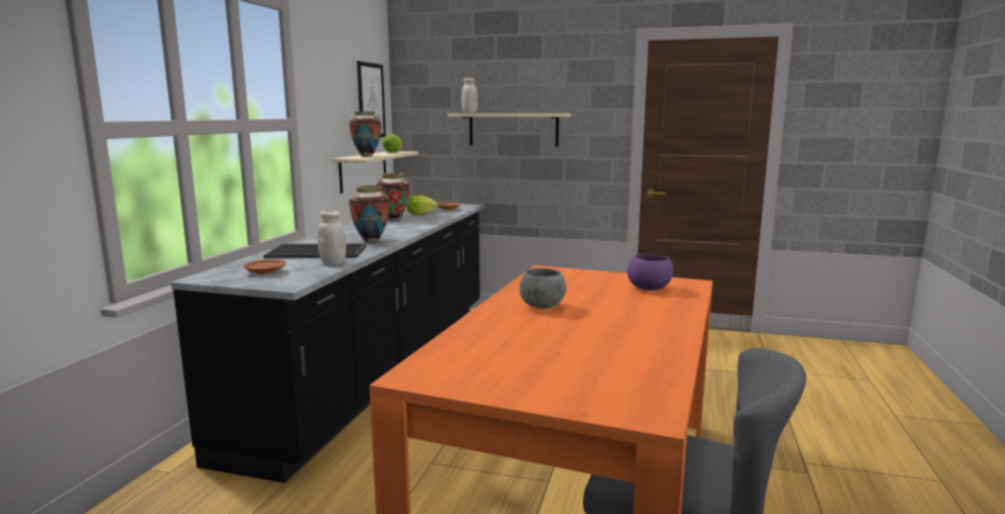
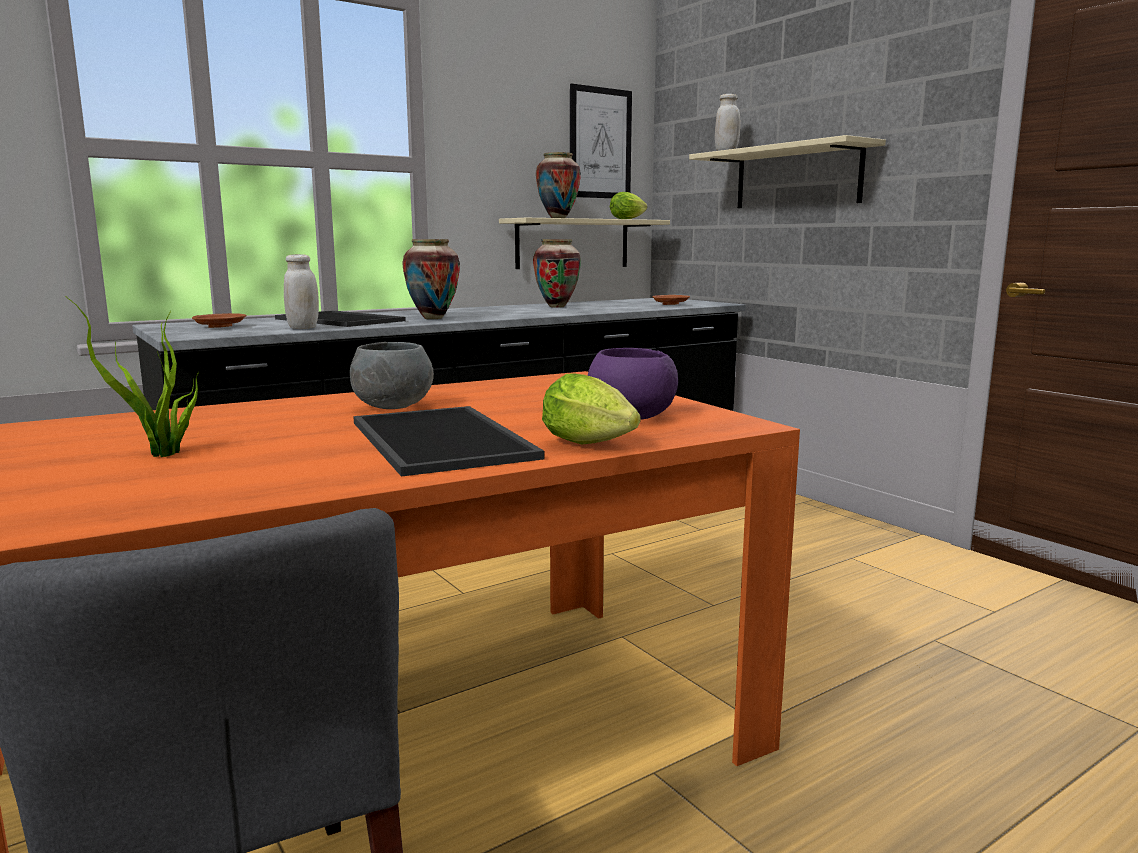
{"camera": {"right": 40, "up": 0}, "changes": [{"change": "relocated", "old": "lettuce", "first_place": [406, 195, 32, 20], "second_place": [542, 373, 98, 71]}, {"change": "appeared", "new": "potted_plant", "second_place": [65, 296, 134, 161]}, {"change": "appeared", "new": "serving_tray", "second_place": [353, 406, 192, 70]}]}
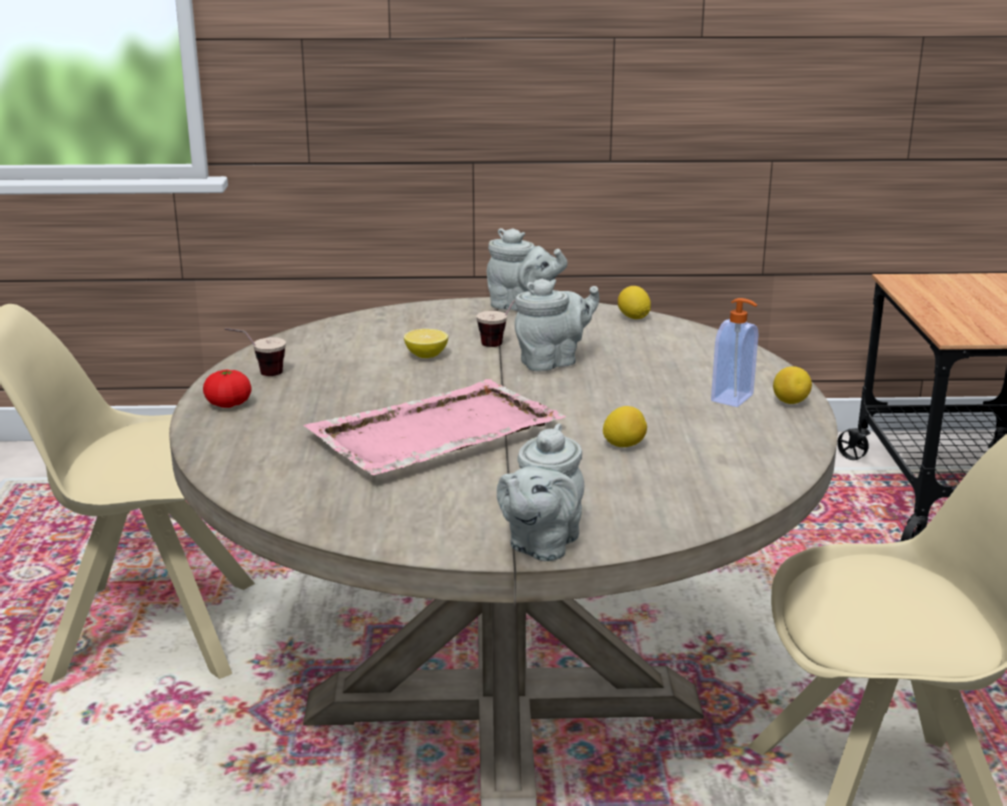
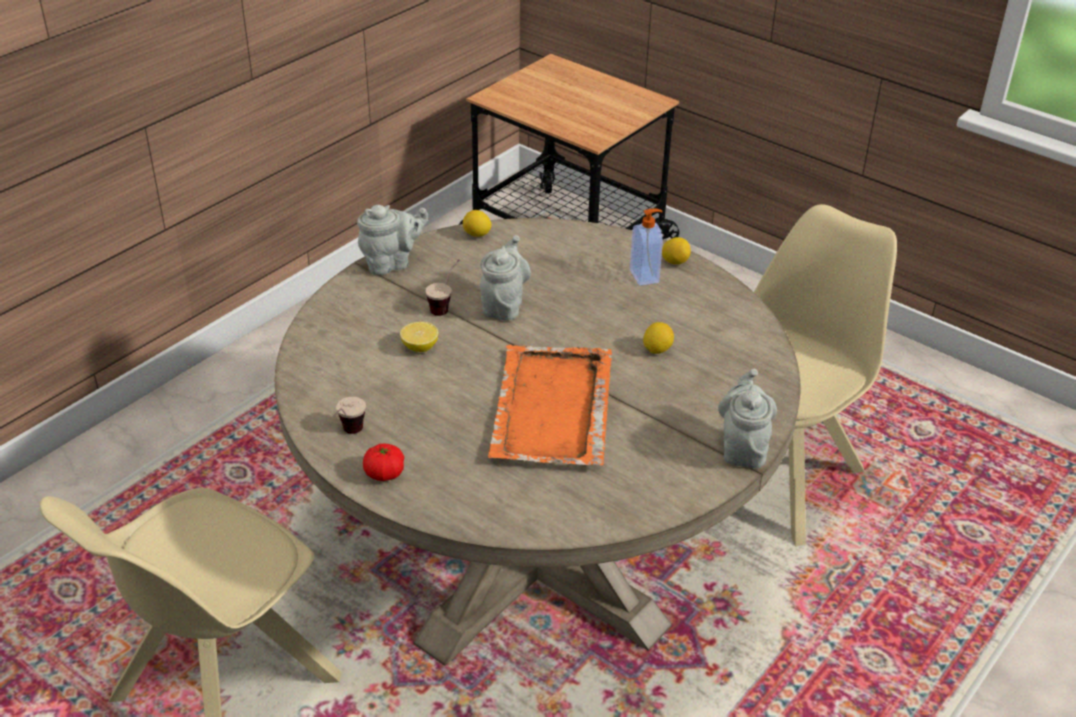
{"camera": {"right": -50, "up": 15}, "changes": [{"change": "colour", "old": "pinkish_serving_tray", "new": "orangey_serving_tray", "first_place": [304, 379, 262, 96], "second_place": [488, 345, 124, 121]}, {"change": "spun", "old": "greyish_tea_pot", "first_place": [497, 423, 87, 138], "second_place": [718, 369, 59, 99], "degrees": -150}]}
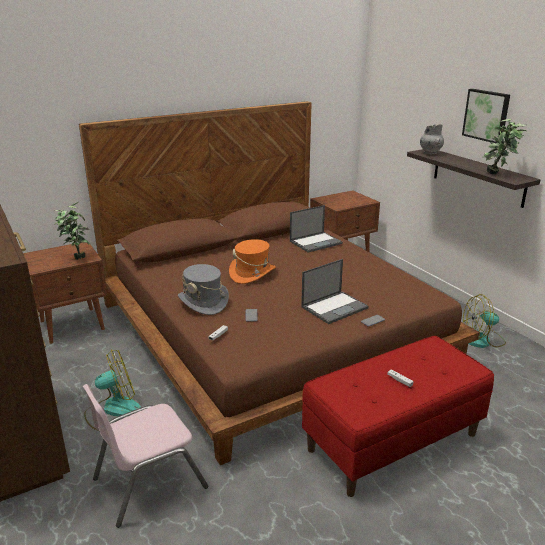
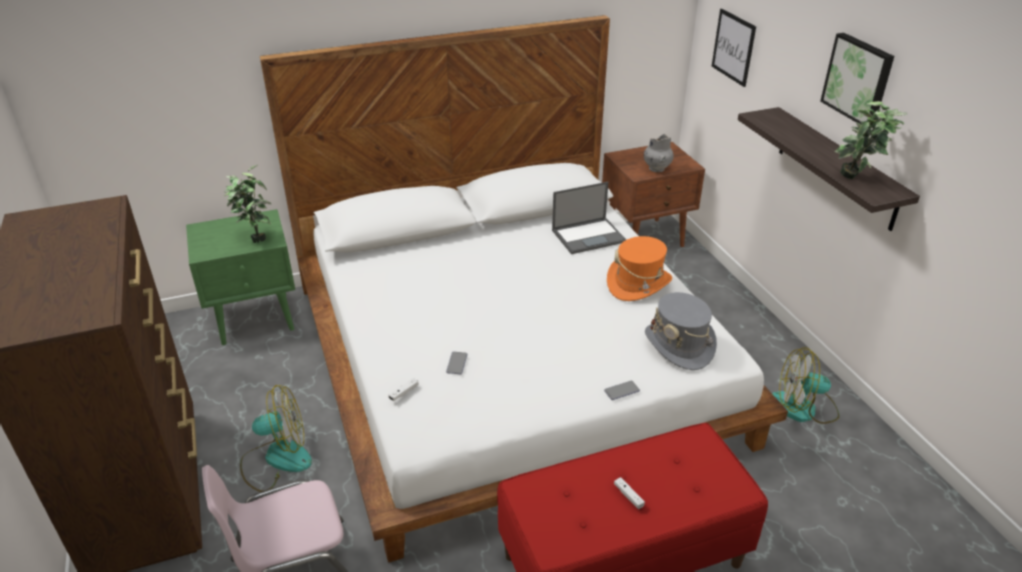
{"camera": {"right": 10, "up": 10}, "changes": [{"change": "colour", "old": "brownish_bed", "new": "white-coloured_bed", "first_place": [79, 101, 401, 364], "second_place": [260, 15, 528, 548]}, {"change": "relocated", "old": "greyish_vase", "first_place": [420, 124, 24, 31], "second_place": [644, 134, 30, 39]}, {"change": "relocated", "old": "orangey_clothing_hat", "first_place": [229, 239, 47, 45], "second_place": [607, 236, 65, 65]}, {"change": "colour", "old": "brownish_nightstand", "new": "green-coloured_nightstand", "first_place": [23, 242, 84, 102], "second_place": [186, 209, 109, 136]}, {"change": "missing", "old": "portable_computer", "first_place": [301, 259, 68, 65]}, {"change": "relocated", "old": "greyish_clothing_hat", "first_place": [178, 264, 51, 51], "second_place": [645, 292, 72, 78]}, {"change": "appeared", "new": "picture", "second_place": [712, 9, 44, 78]}]}
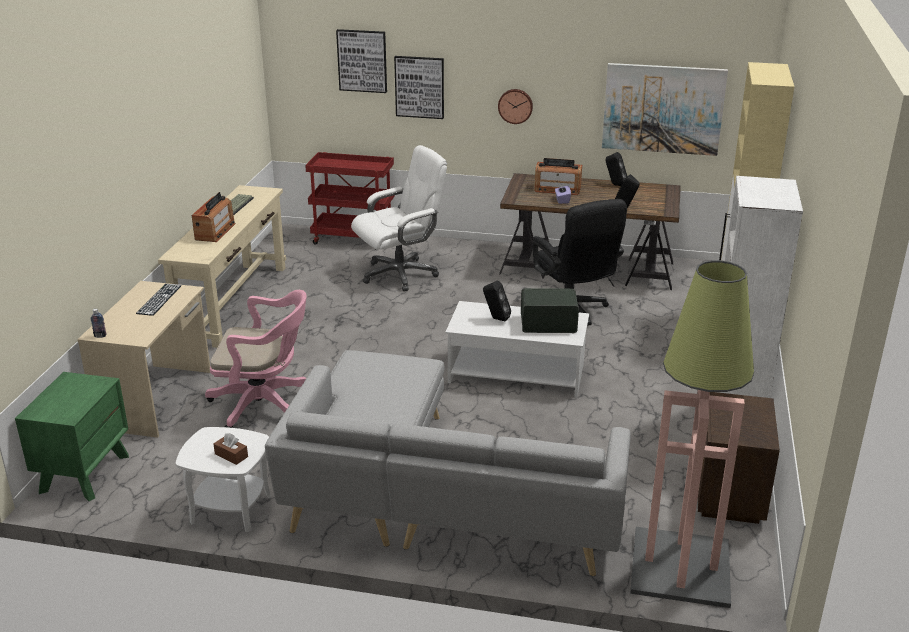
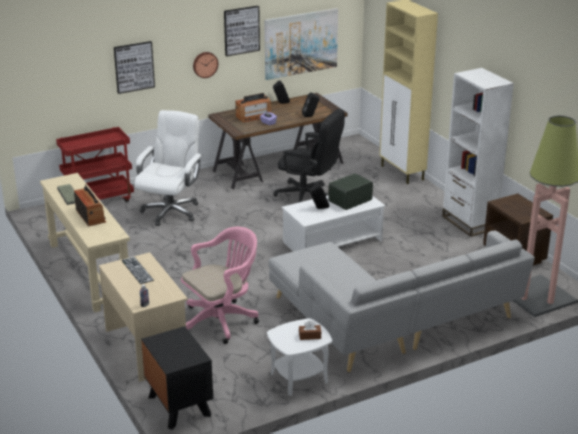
{"camera": {"right": -40, "up": 0}, "changes": [{"change": "relocated", "old": "picture", "first_place": [336, 29, 51, 64], "second_place": [224, 6, 36, 50]}, {"change": "colour", "old": "green-coloured_nightstand", "new": "blackish_nightstand", "first_place": [15, 372, 114, 129], "second_place": [141, 326, 72, 104]}]}
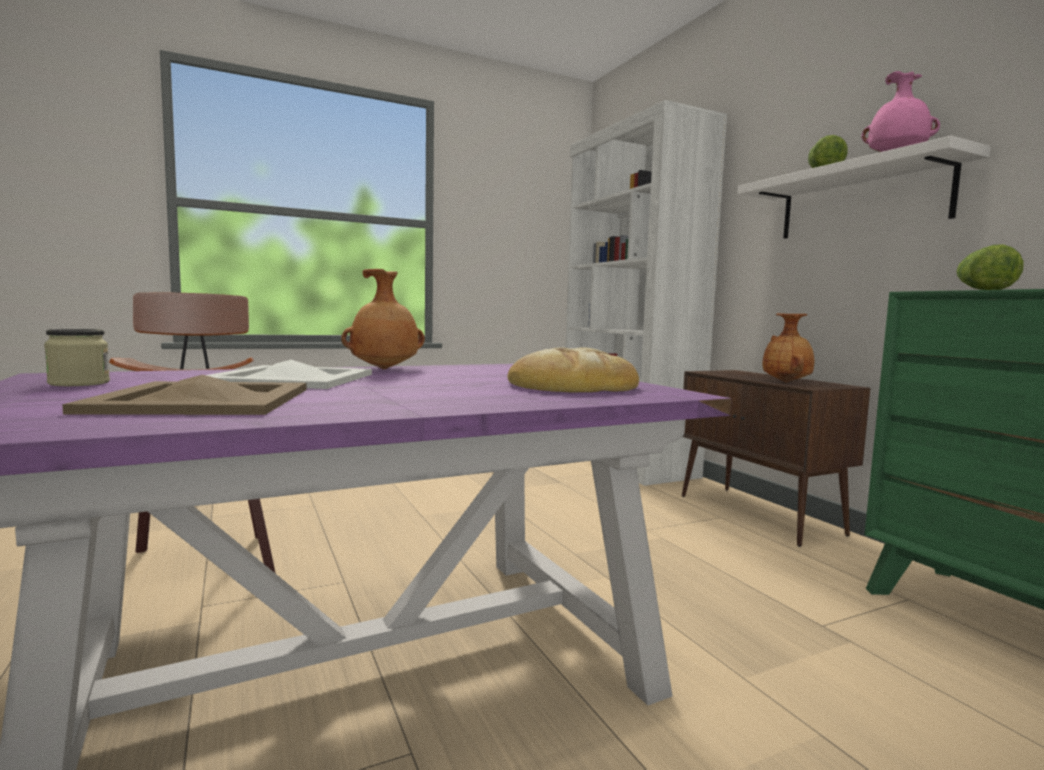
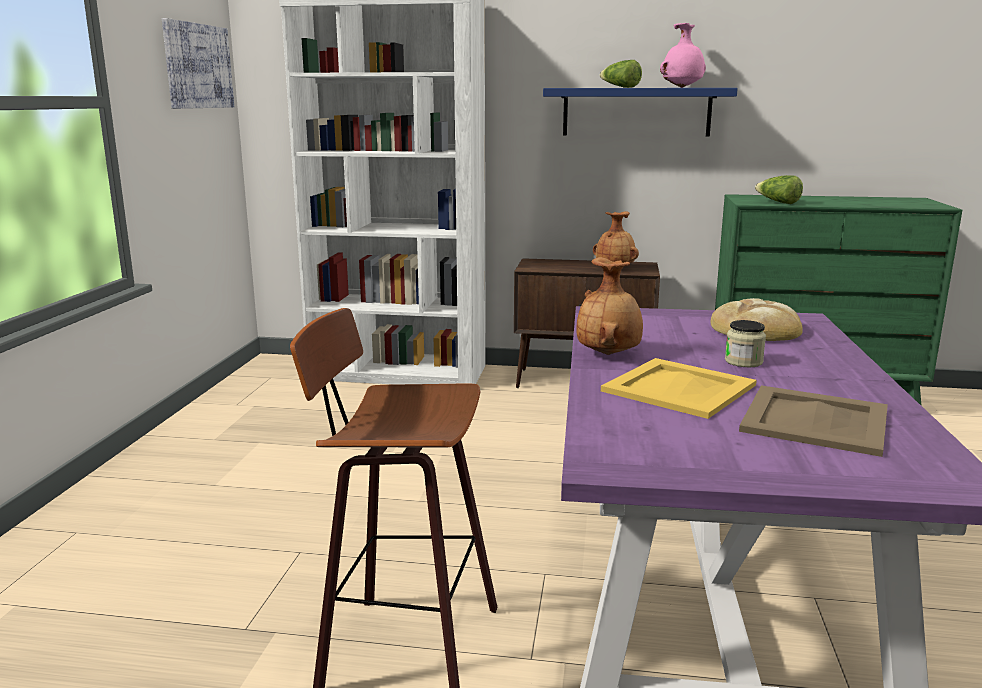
{"camera": {"right": -55, "up": 10}, "changes": [{"change": "colour", "old": "white-coloured_shelf", "new": "blue_shelf", "first_place": [737, 136, 253, 103], "second_place": [543, 88, 195, 48]}, {"change": "relocated", "old": "jar", "first_place": [44, 329, 66, 57], "second_place": [725, 320, 41, 47]}, {"change": "colour", "old": "white-coloured_serving_tray", "new": "yellow_serving_tray", "first_place": [206, 360, 166, 29], "second_place": [601, 358, 156, 61]}, {"change": "appeared", "new": "picture", "second_place": [162, 18, 72, 91]}]}
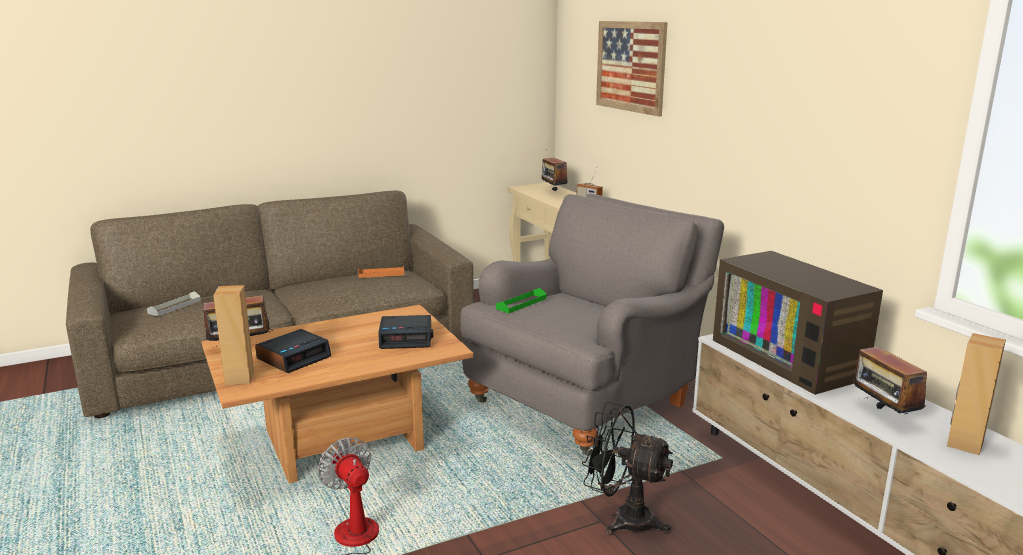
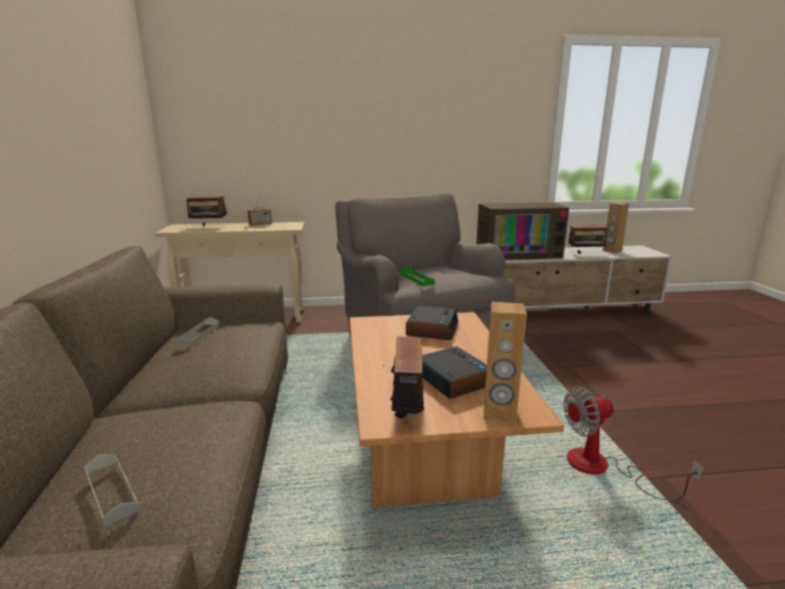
{"camera": {"right": -70, "up": 0}, "changes": [{"change": "missing", "old": "picture", "first_place": [596, 21, 71, 95]}, {"change": "colour", "old": "orangey_serving_tray", "new": "greyish_serving_tray", "first_place": [358, 266, 46, 12], "second_place": [175, 317, 44, 29]}, {"change": "missing", "old": "blackish_cooling_fan", "first_place": [582, 402, 91, 133]}]}
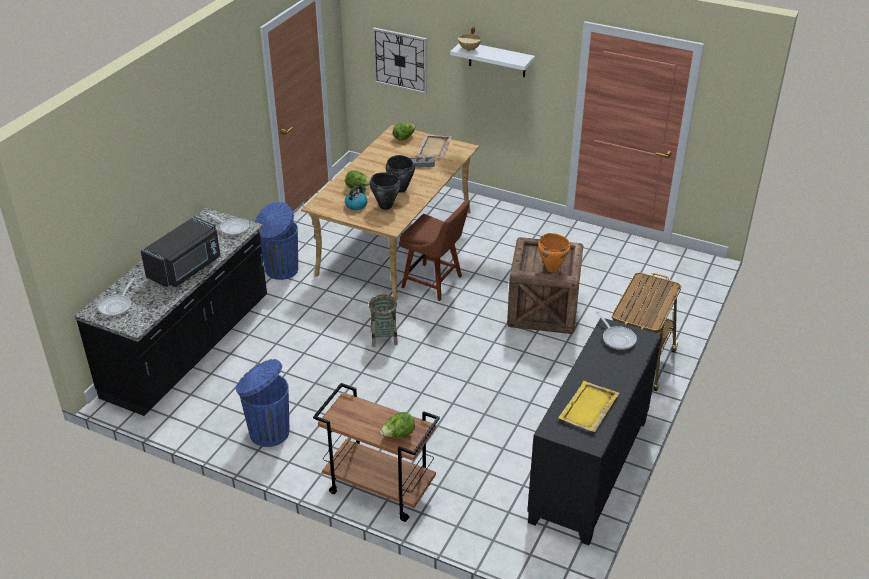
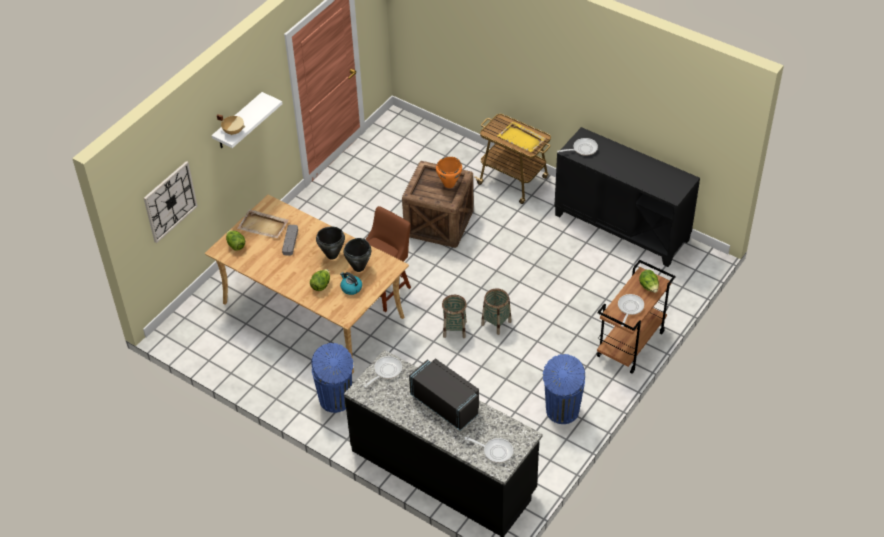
{"camera": {"right": -80, "up": 10}, "changes": [{"change": "relocated", "old": "yellow_serving_tray", "first_place": [558, 381, 61, 51], "second_place": [497, 122, 49, 30]}, {"change": "appeared", "new": "storage_basket", "second_place": [481, 289, 31, 46]}, {"change": "appeared", "new": "skillet", "second_place": [618, 294, 26, 33]}]}
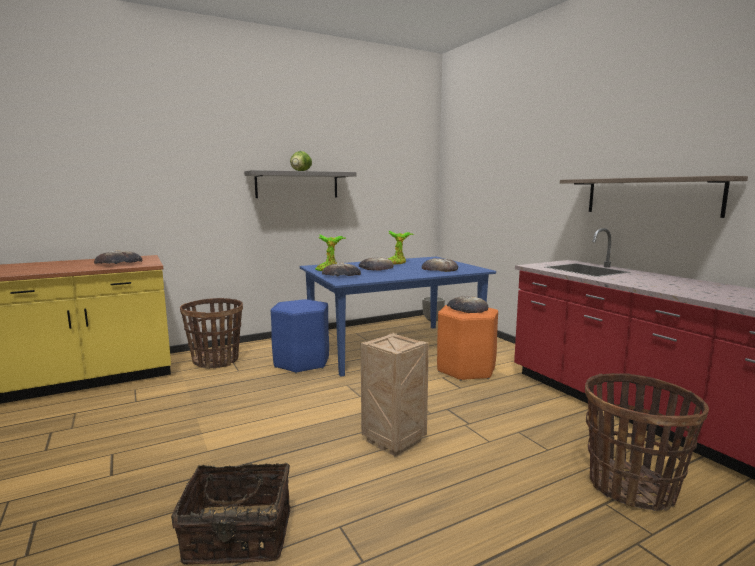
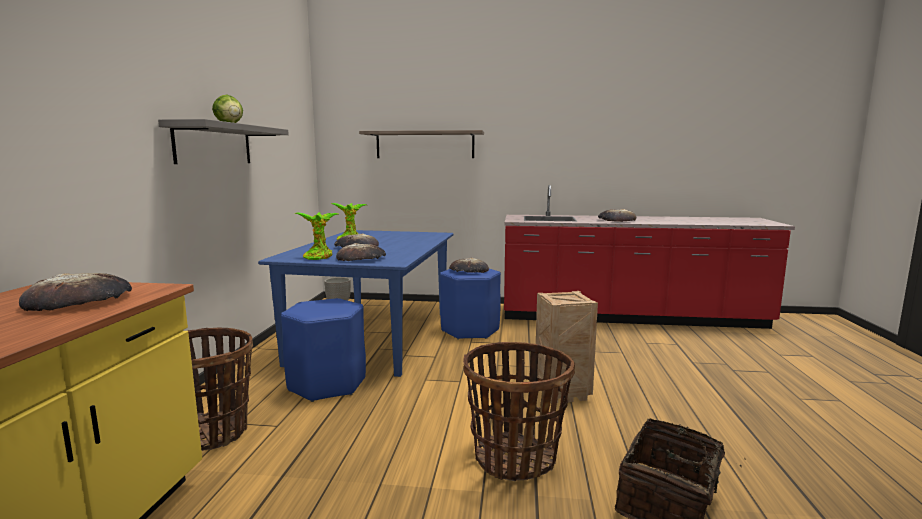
{"camera": {"right": -55, "up": 0}, "changes": [{"change": "relocated", "old": "shelf", "first_place": [560, 176, 188, 42], "second_place": [359, 130, 125, 28]}, {"change": "relocated", "old": "bread", "first_place": [422, 258, 36, 14], "second_place": [598, 209, 38, 13]}, {"change": "colour", "old": "orangey_stool", "new": "blue_stool", "first_place": [437, 305, 61, 76], "second_place": [440, 269, 61, 71]}, {"change": "relocated", "old": "storage_basket", "first_place": [585, 373, 124, 138], "second_place": [463, 342, 112, 140]}]}
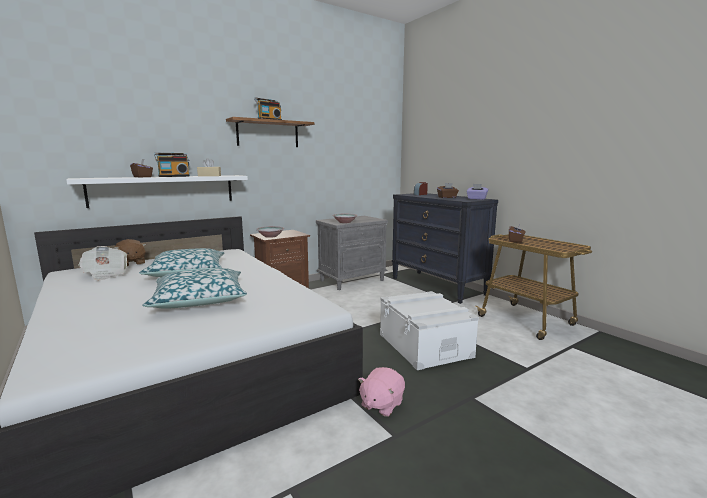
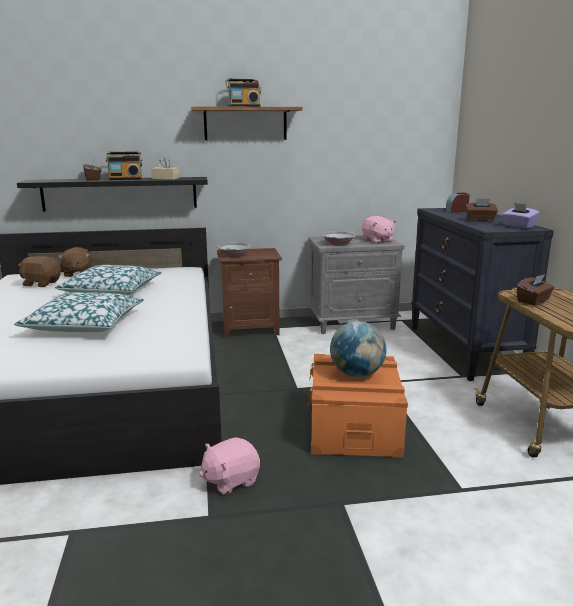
{"camera": {"right": 25, "up": 5}, "changes": [{"change": "colour", "old": "white-coloured_shelf", "new": "blackish_shelf", "first_place": [66, 175, 182, 33], "second_place": [17, 177, 191, 34]}, {"change": "exchanged", "old": "newspaper", "new": "brownish_cuddly_toy", "first_place": [78, 246, 49, 34], "second_place": [18, 256, 43, 31]}, {"change": "colour", "old": "white-coloured_storage_bin", "new": "orangey_storage_bin", "first_place": [380, 291, 99, 79], "second_place": [308, 354, 100, 104]}, {"change": "appeared", "new": "pinkish_cuddly_toy", "second_place": [362, 216, 34, 28]}, {"change": "appeared", "new": "desk_globe", "second_place": [330, 321, 56, 56]}]}
